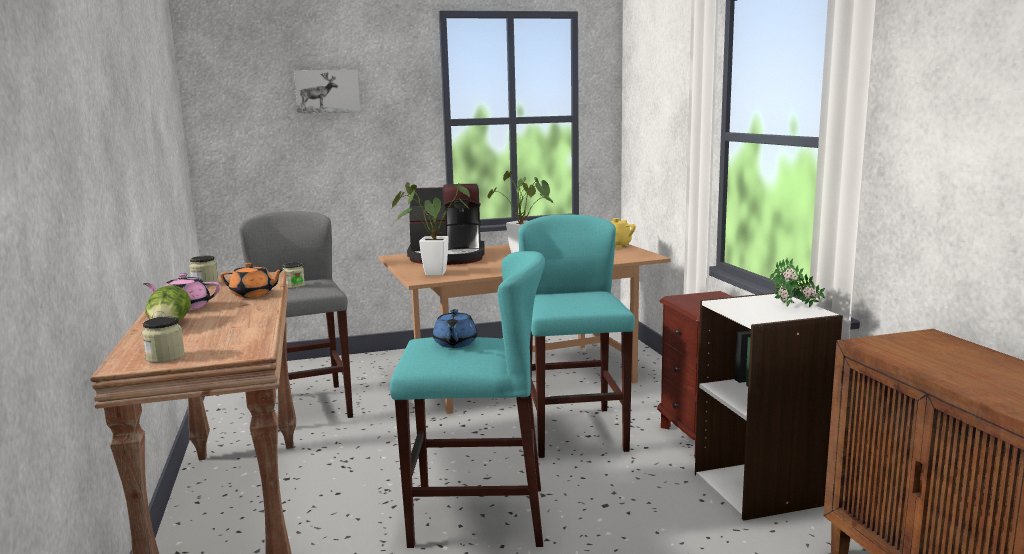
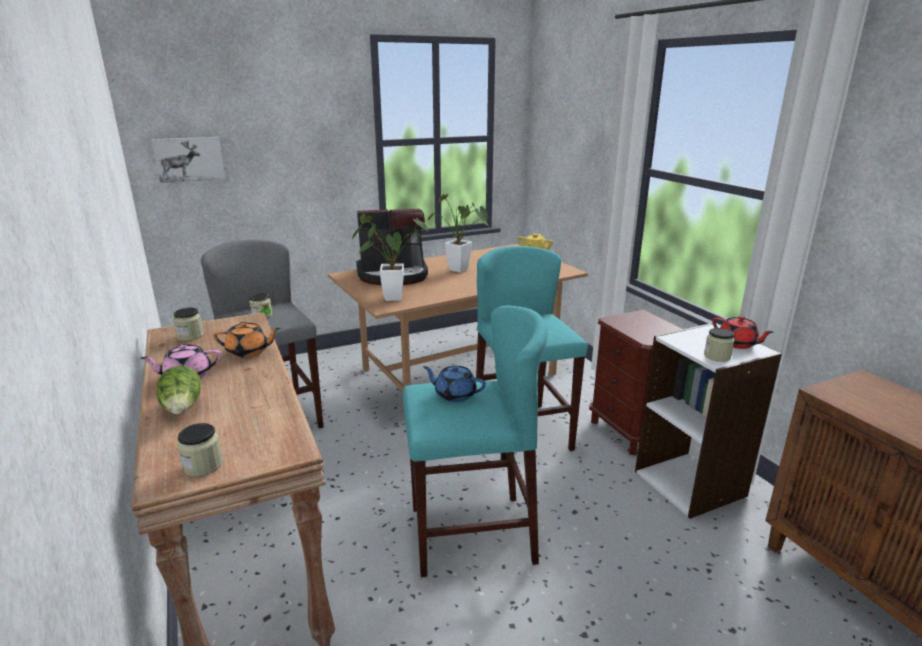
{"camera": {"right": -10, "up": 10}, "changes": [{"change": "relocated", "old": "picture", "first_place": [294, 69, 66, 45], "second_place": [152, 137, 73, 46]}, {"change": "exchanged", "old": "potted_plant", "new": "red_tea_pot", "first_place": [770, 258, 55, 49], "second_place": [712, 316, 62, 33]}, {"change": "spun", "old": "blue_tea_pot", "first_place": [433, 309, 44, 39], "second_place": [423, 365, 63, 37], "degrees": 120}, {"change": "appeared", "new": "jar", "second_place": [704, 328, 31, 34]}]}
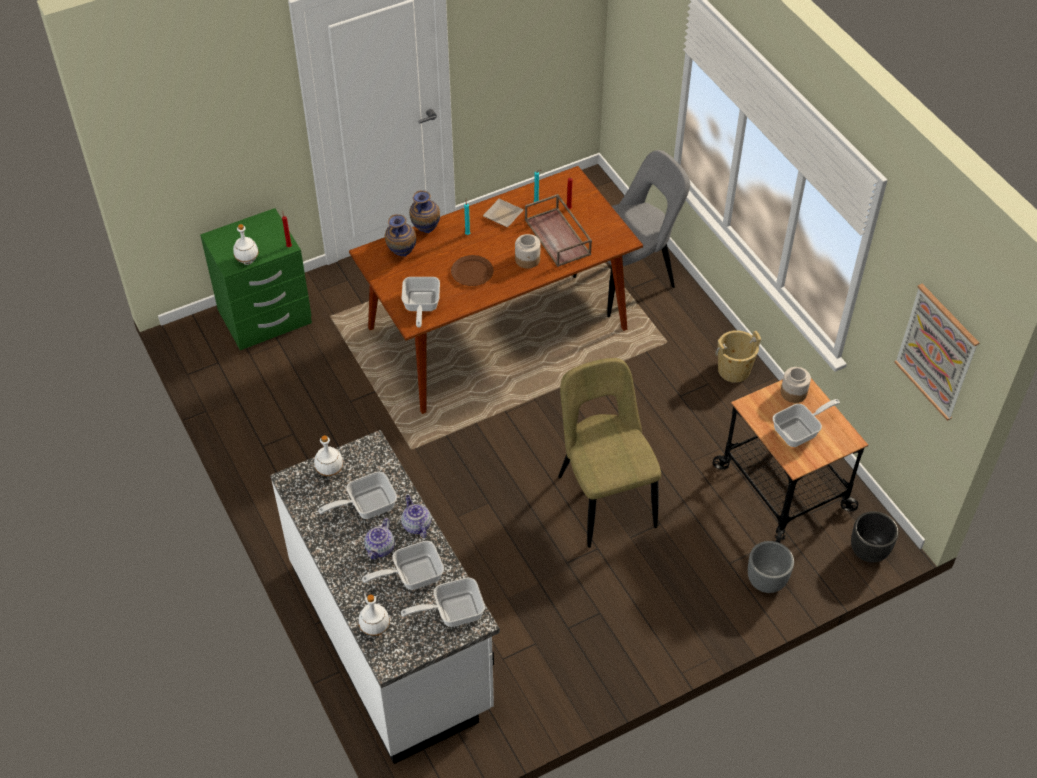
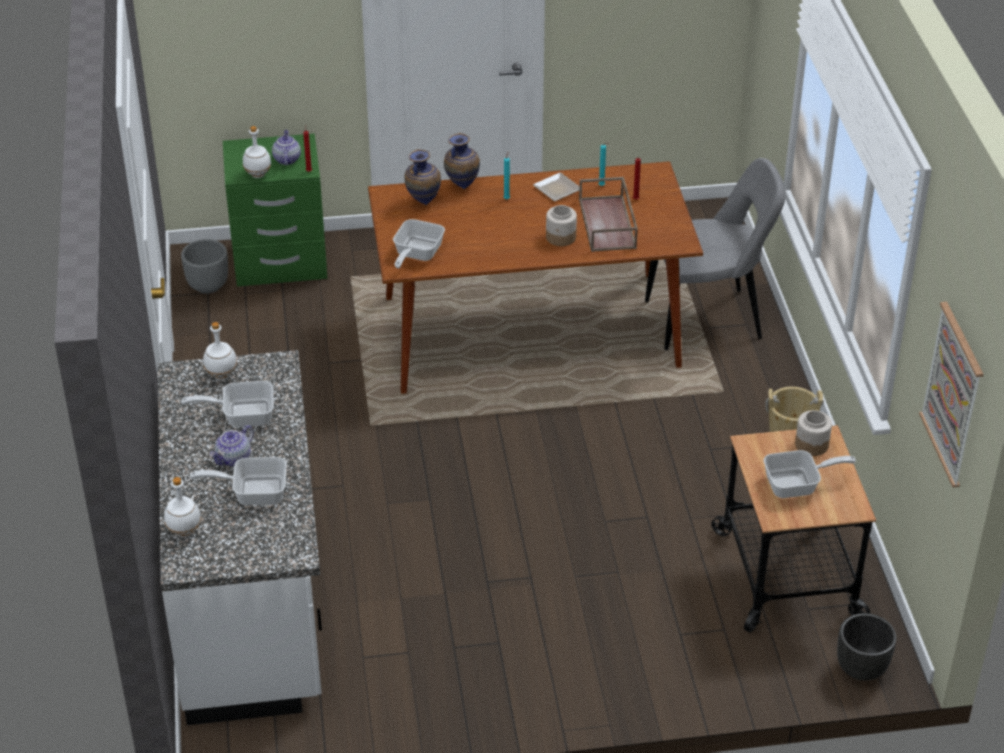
{"camera": {"right": 20, "up": -10}, "changes": [{"change": "missing", "old": "brownish_flat_dish", "first_place": [451, 255, 43, 31]}, {"change": "missing", "old": "beige-coloured_upright_chair", "first_place": [558, 358, 103, 190]}, {"change": "relocated", "old": "tea_pot", "first_place": [401, 495, 30, 43], "second_place": [272, 130, 29, 35]}, {"change": "relocated", "old": "greyish_flower_pot", "first_place": [748, 541, 46, 52], "second_place": [181, 239, 47, 55]}, {"change": "missing", "old": "skillet", "first_place": [401, 577, 84, 50]}]}
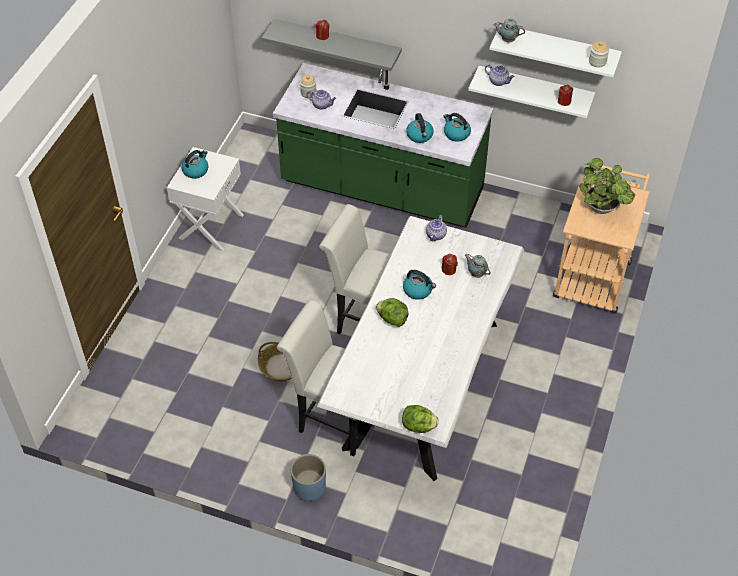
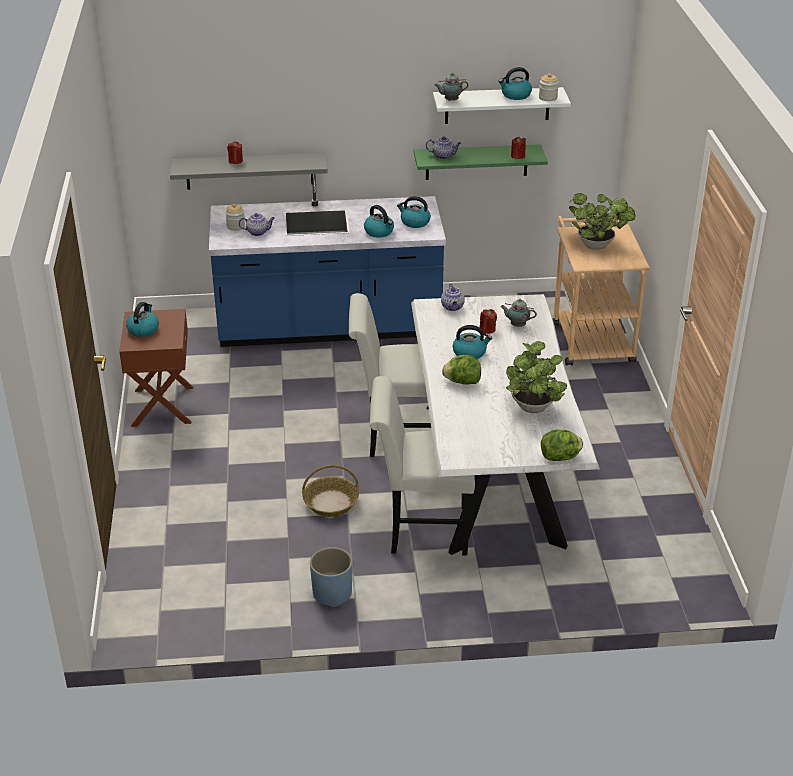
{"camera": {"right": -25, "up": -15}, "changes": [{"change": "colour", "old": "green-coloured_kitchen_base_unit", "new": "blue_kitchen_base_unit", "first_place": [273, 63, 221, 165], "second_place": [209, 174, 237, 173]}, {"change": "colour", "old": "white-coloured_shelf", "new": "green-coloured_shelf", "first_place": [468, 66, 127, 52], "second_place": [414, 144, 134, 36]}, {"change": "colour", "old": "white-coloured_nightstand", "new": "brownish_nightstand", "first_place": [167, 147, 77, 104], "second_place": [119, 309, 74, 118]}, {"change": "relocated", "old": "blue_flower_pot", "first_place": [291, 454, 35, 47], "second_place": [310, 547, 42, 60]}, {"change": "appeared", "new": "water_kettle", "second_place": [499, 67, 33, 33]}, {"change": "appeared", "new": "potted_plant", "second_place": [506, 341, 61, 72]}]}
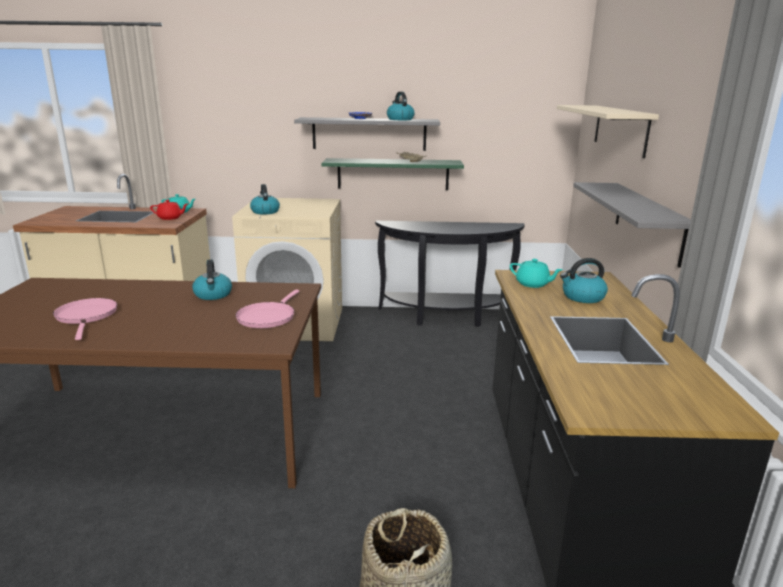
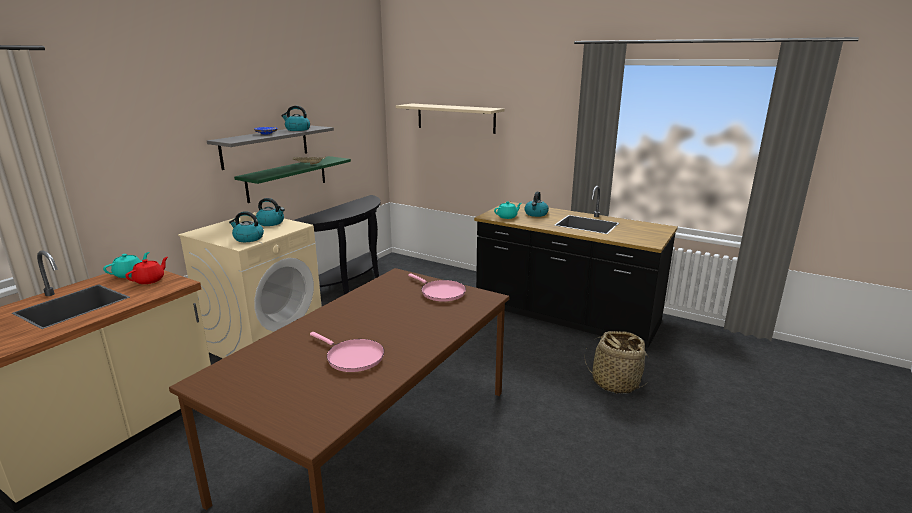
{"camera": {"right": -60, "up": 0}, "changes": [{"change": "missing", "old": "greyish_shelf", "first_place": [573, 182, 118, 86]}, {"change": "relocated", "old": "water_kettle", "first_place": [192, 259, 40, 41], "second_place": [256, 198, 29, 28]}, {"change": "spun", "old": "pinkish_skillet", "first_place": [53, 298, 64, 42], "second_place": [310, 332, 74, 40], "degrees": -150}]}
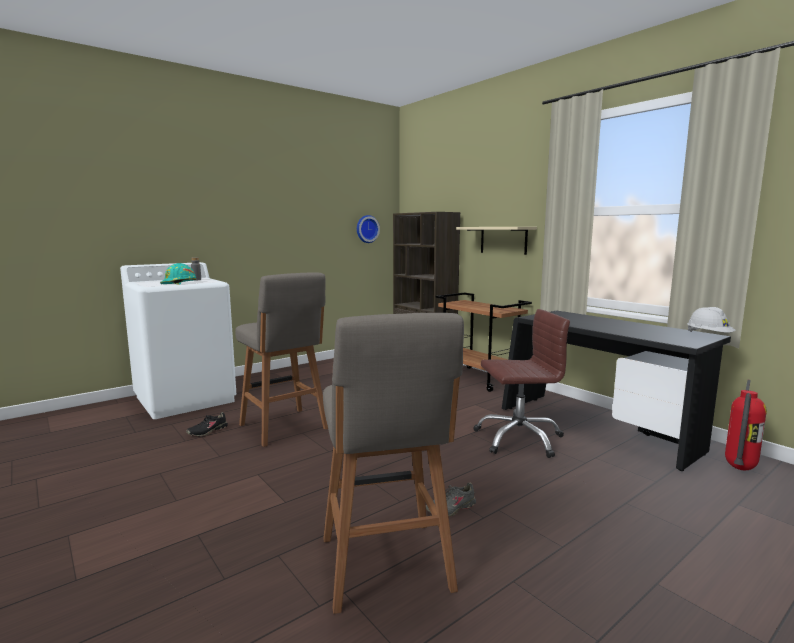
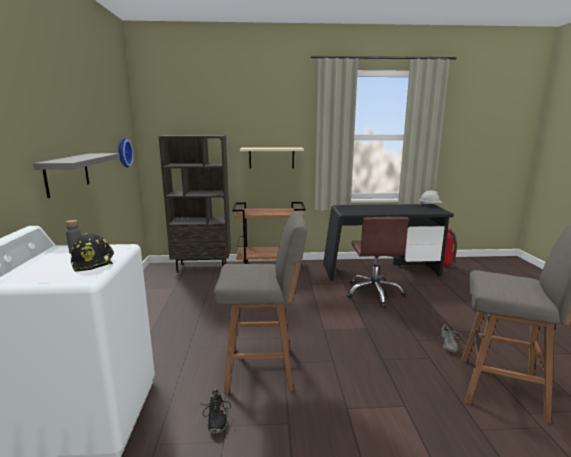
{"camera": {"right": -55, "up": 5}, "changes": [{"change": "colour", "old": "blue-green_hard_hat", "new": "blackish_hard_hat", "first_place": [160, 263, 36, 22], "second_place": [71, 233, 43, 39]}, {"change": "spun", "old": "brownish_computer_chair", "first_place": [473, 309, 97, 149], "second_place": [347, 217, 62, 90], "degrees": 150}, {"change": "appeared", "new": "greyish_shelf", "second_place": [33, 153, 87, 45]}]}
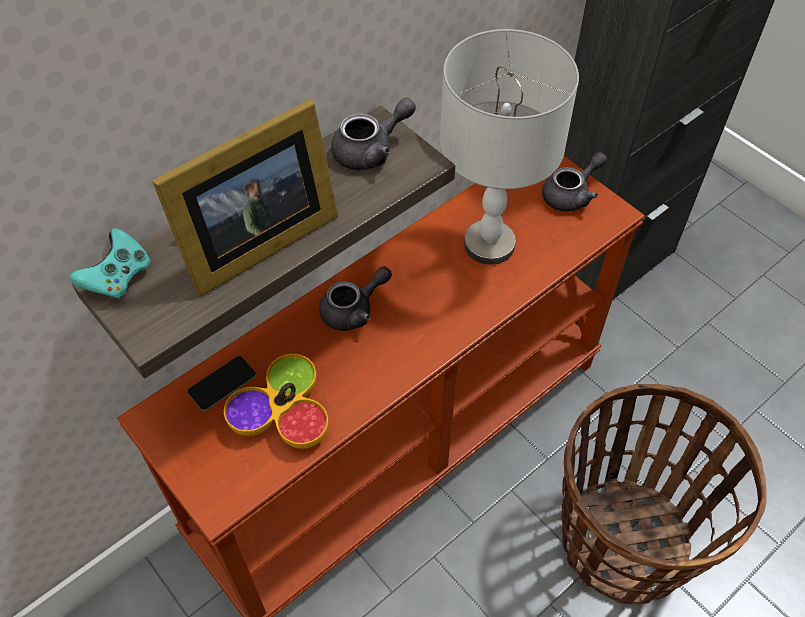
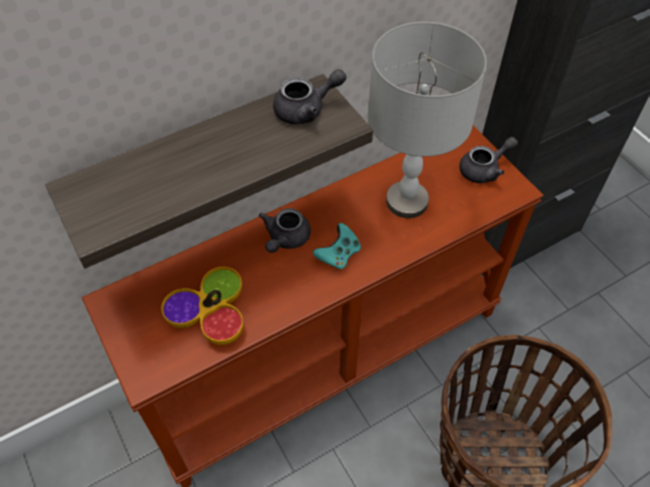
{"camera": {"right": 10, "up": 0}, "changes": [{"change": "missing", "old": "photo_frame", "first_place": [152, 99, 186, 198]}, {"change": "relocated", "old": "blue-green_game_controller", "first_place": [70, 228, 80, 71], "second_place": [313, 223, 48, 46]}, {"change": "spun", "old": "greyish_tea_pot", "first_place": [319, 266, 73, 65], "second_place": [259, 208, 52, 45], "degrees": 135}, {"change": "missing", "old": "phone", "first_place": [187, 356, 69, 55]}]}
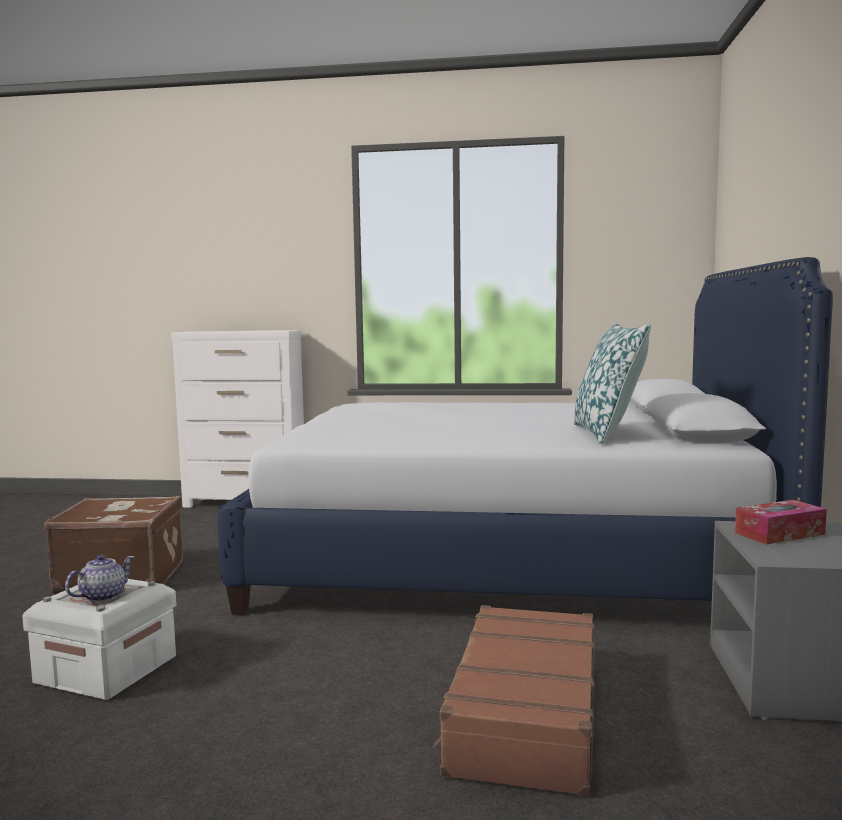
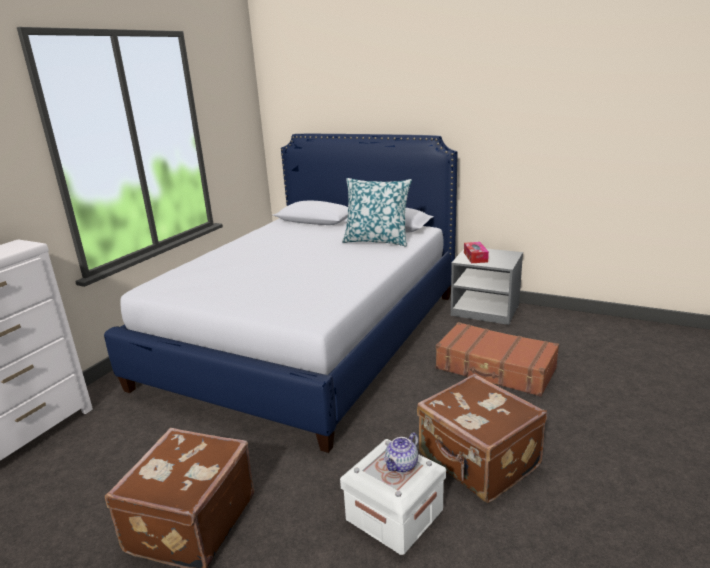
{"camera": {"right": -70, "up": 15}, "changes": [{"change": "spun", "old": "tea_pot", "first_place": [65, 555, 69, 47], "second_place": [384, 432, 34, 41], "degrees": -105}, {"change": "appeared", "new": "brownish_suitcase", "second_place": [417, 374, 130, 129]}]}
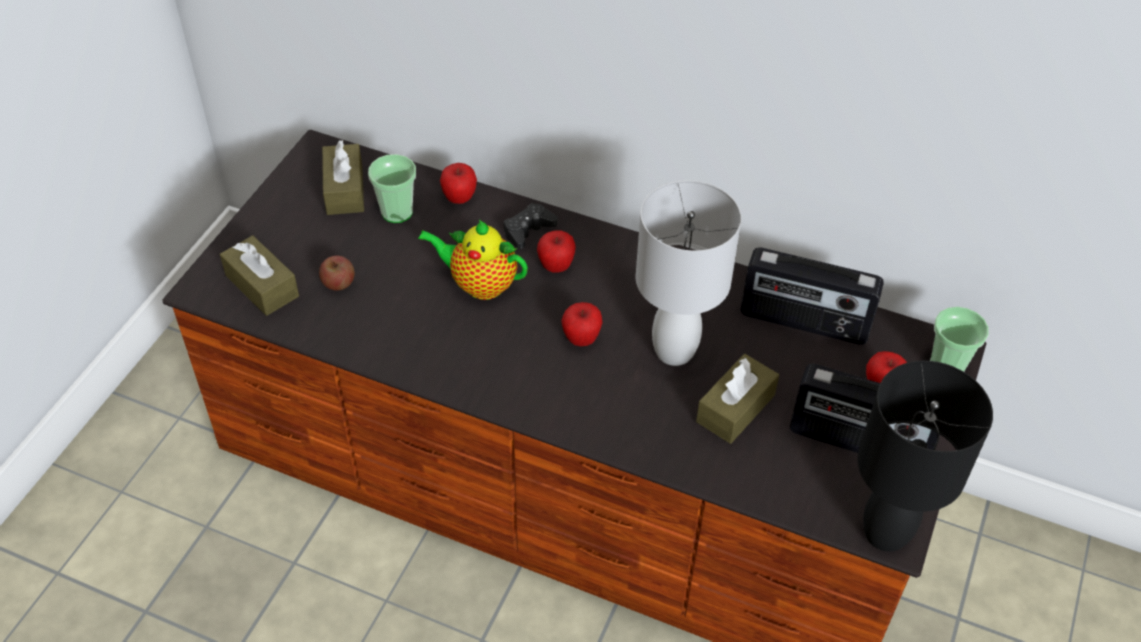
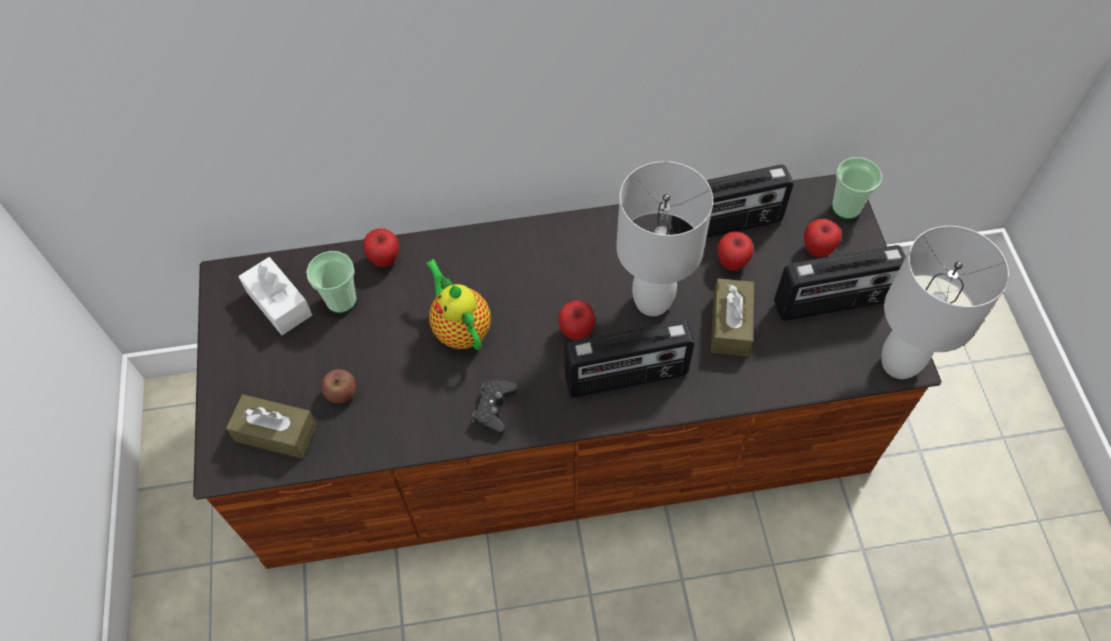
{"camera": {"right": -30, "up": 10}, "changes": [{"change": "colour", "old": "brownish_tissue_box", "new": "white-coloured_tissue_box", "first_place": [322, 140, 42, 75], "second_place": [239, 257, 73, 78]}, {"change": "relocated", "old": "blackish_game_controller", "first_place": [504, 203, 54, 46], "second_place": [472, 380, 45, 55]}, {"change": "spun", "old": "tea_pot", "first_place": [418, 220, 110, 80], "second_place": [426, 259, 65, 91], "degrees": 75}, {"change": "relocated", "old": "apple_fruit", "first_place": [537, 231, 39, 42], "second_place": [717, 231, 37, 39]}, {"change": "colour", "old": "blackish_lamp_for_a_table", "new": "white-coloured_lamp_for_a_table", "first_place": [857, 361, 136, 191], "second_place": [881, 226, 128, 153]}, {"change": "appeared", "new": "radio", "second_place": [564, 320, 131, 77]}]}
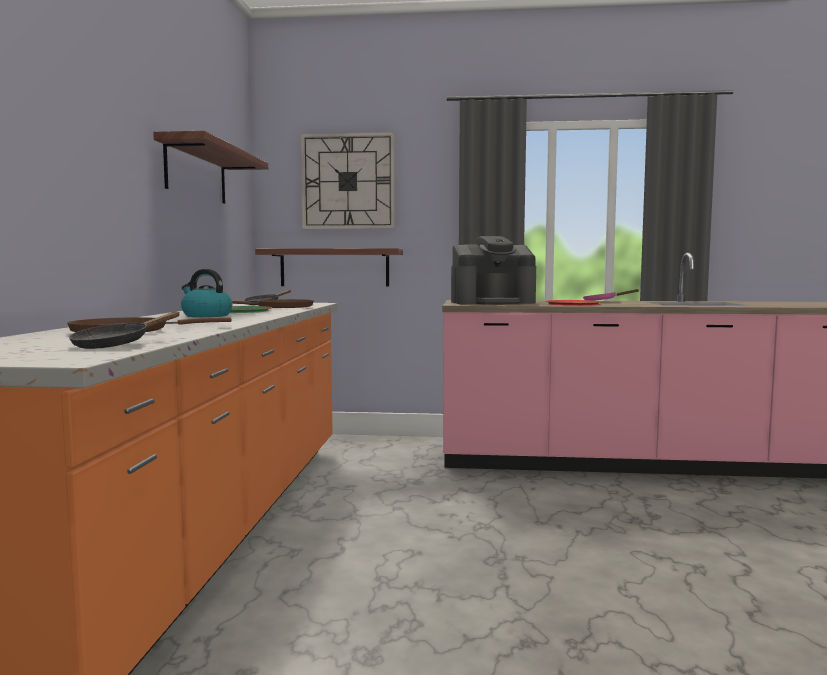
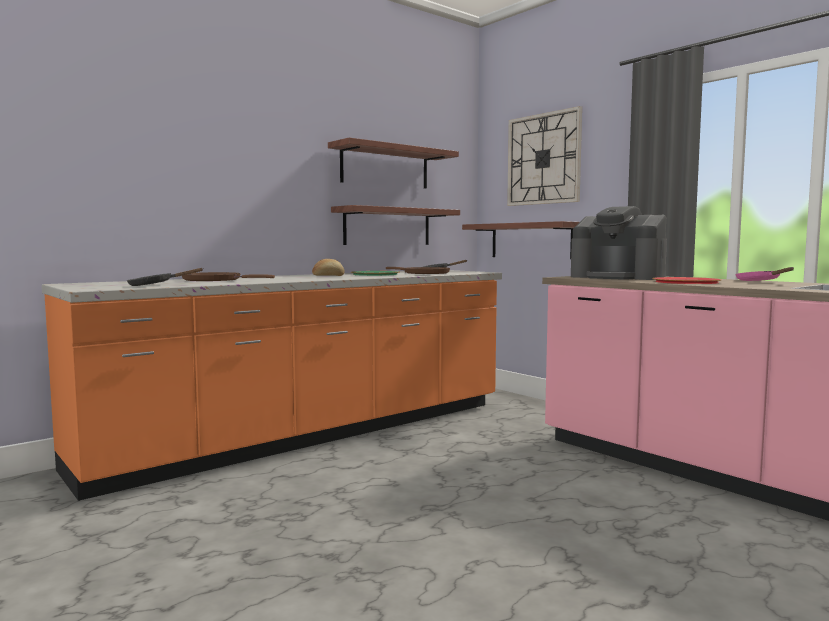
{"camera": {"right": 45, "up": 0}, "changes": [{"change": "exchanged", "old": "water_kettle", "new": "bread", "first_place": [181, 269, 51, 48], "second_place": [312, 259, 33, 17]}, {"change": "appeared", "new": "shelf", "second_place": [331, 205, 129, 40]}]}
